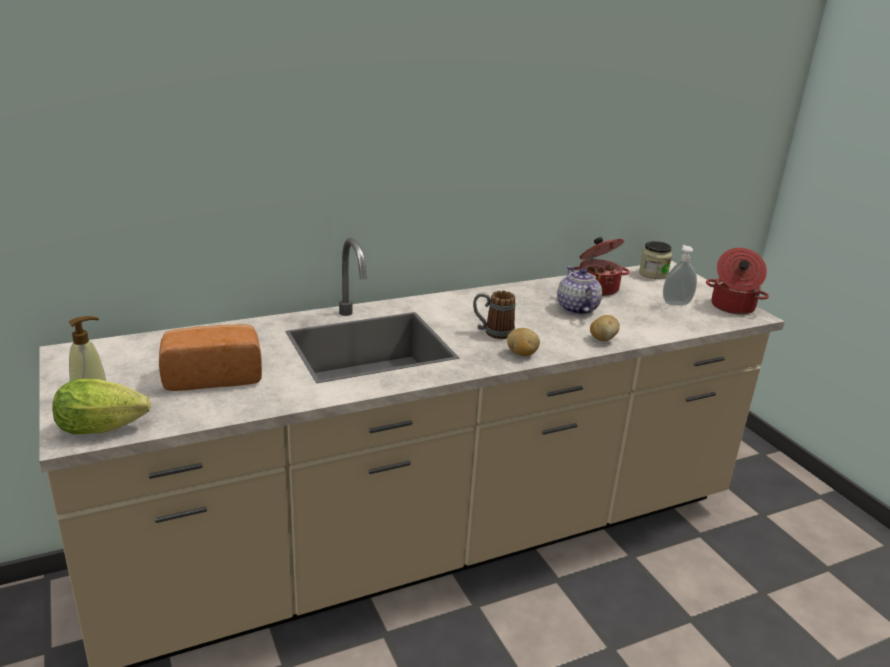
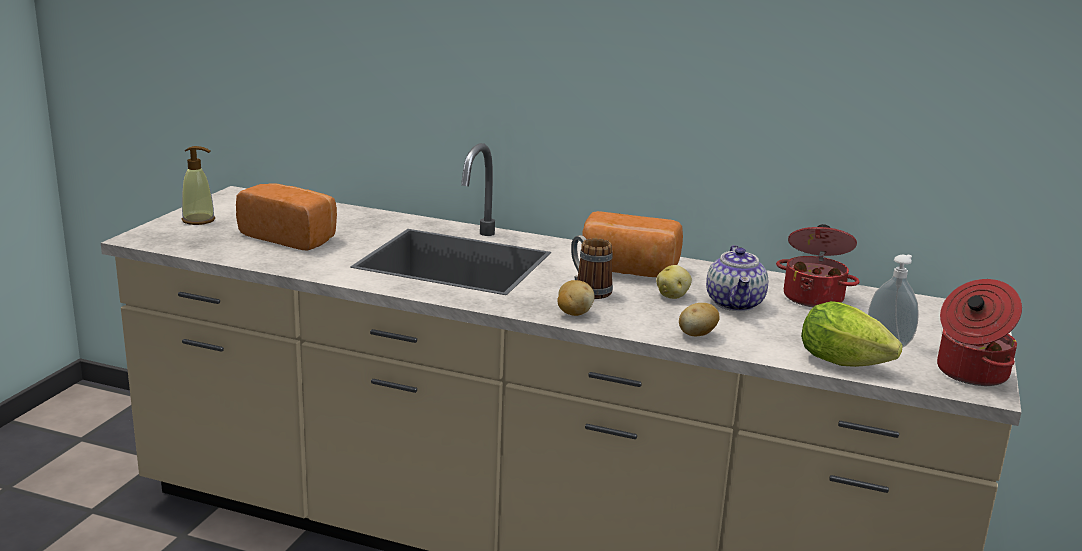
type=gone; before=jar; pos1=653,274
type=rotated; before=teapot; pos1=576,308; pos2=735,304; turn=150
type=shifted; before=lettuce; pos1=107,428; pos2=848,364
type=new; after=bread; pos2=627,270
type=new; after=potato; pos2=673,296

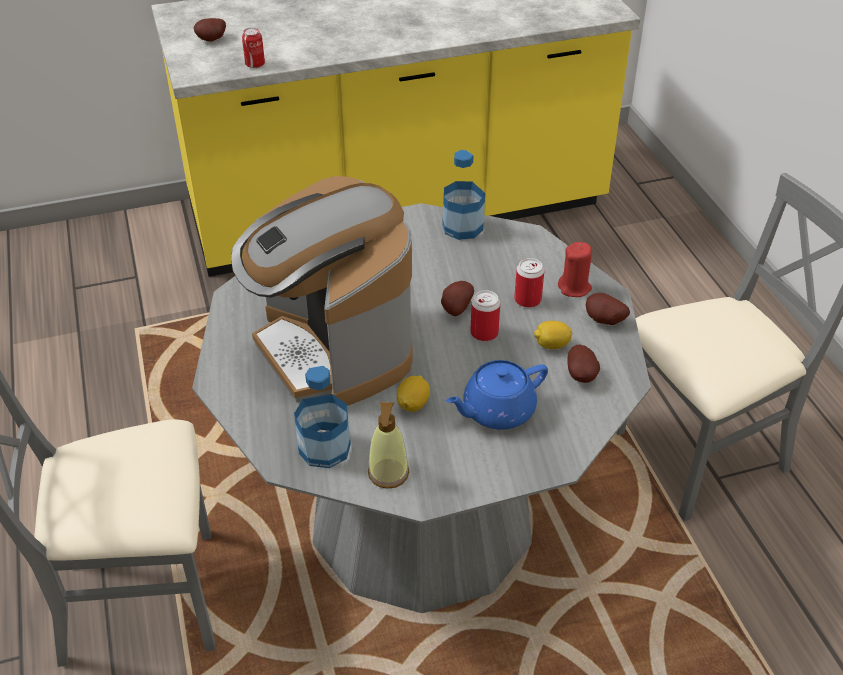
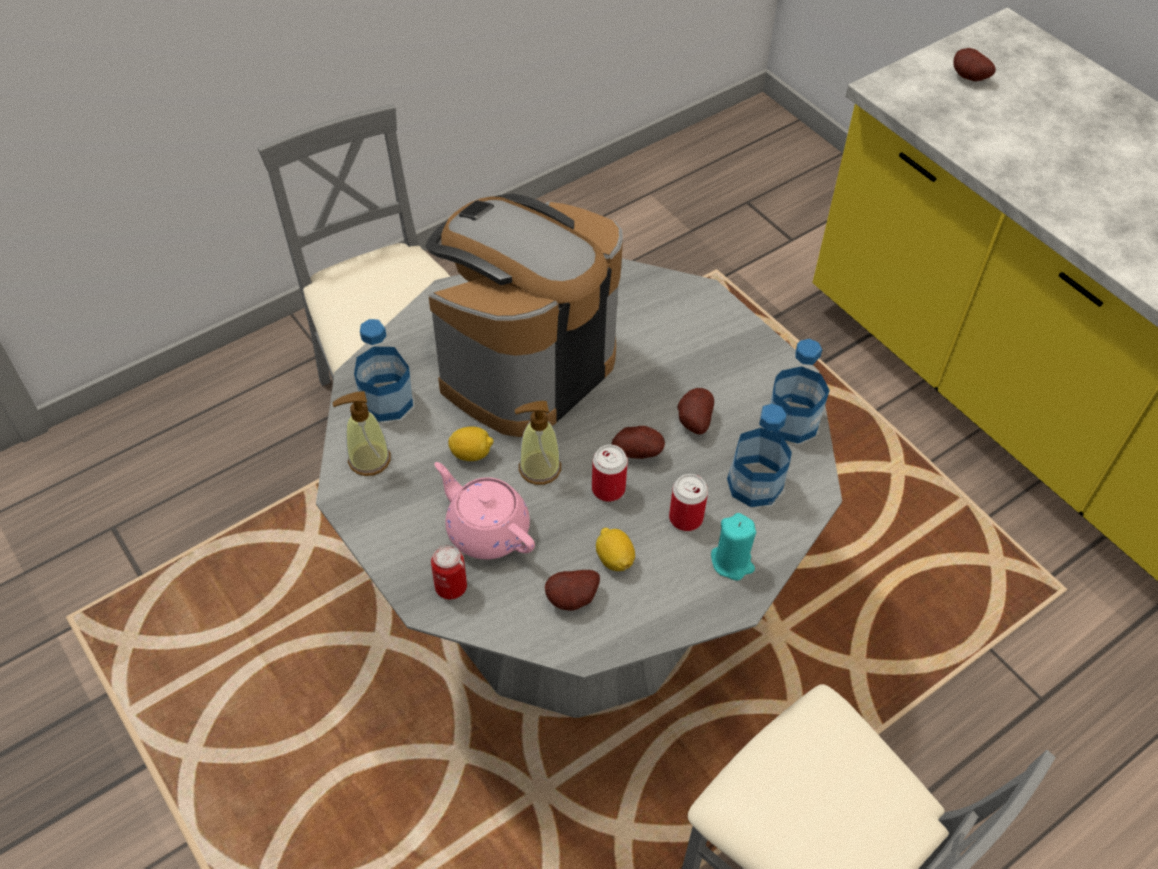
type=shifted; before=can; pos1=255,64; pos2=451,587
type=repainted; before=red candle; after=turquoise candle; pos1=574,288; pos2=732,562
type=shifted; before=potato; pos1=604,321; pos2=693,421
type=repainted; before=blue teapot; after=pink teapot; pos1=496,411; pos2=486,529
type=new; after=soap dispenser; pos2=539,468
type=new; after=bottle; pos2=754,484

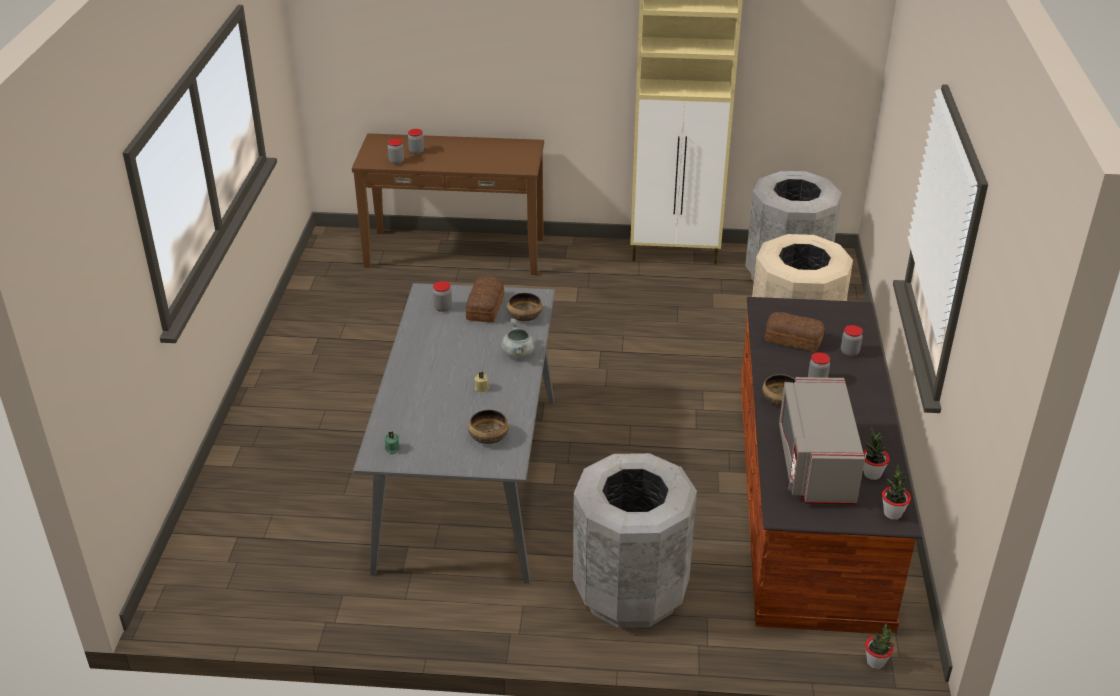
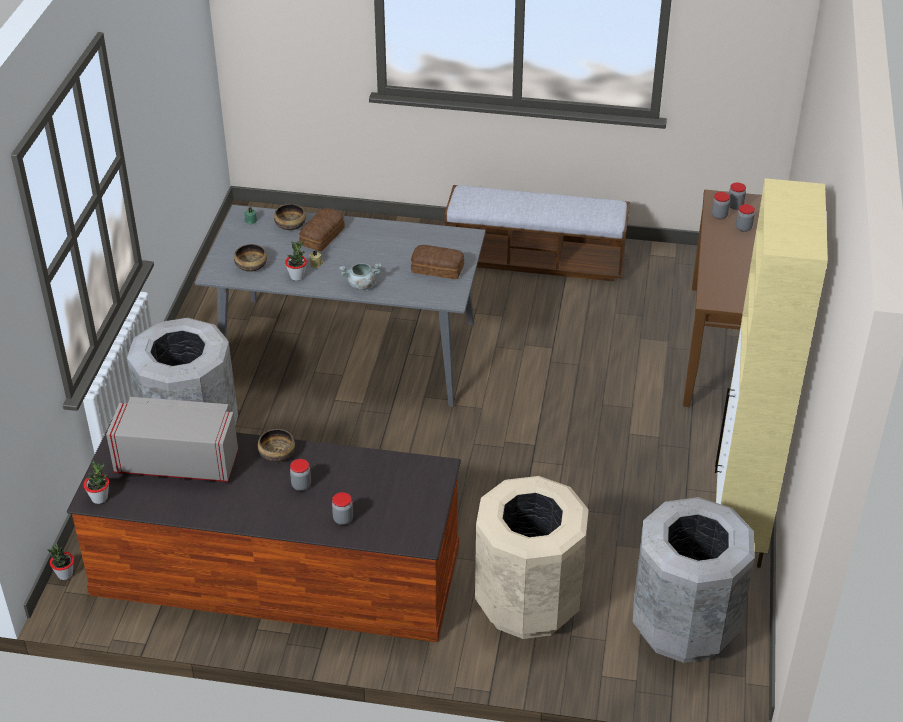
type=shifted; before=jar; pos1=443,307; pos2=735,206
type=shifted; before=bowl; pos1=524,316; pos2=290,225
type=shifted; before=bread; pos1=793,338; pos2=323,236
type=shifted; before=potted plant; pos1=872,474; pos2=297,276
type=new; after=bench; pos2=535,260

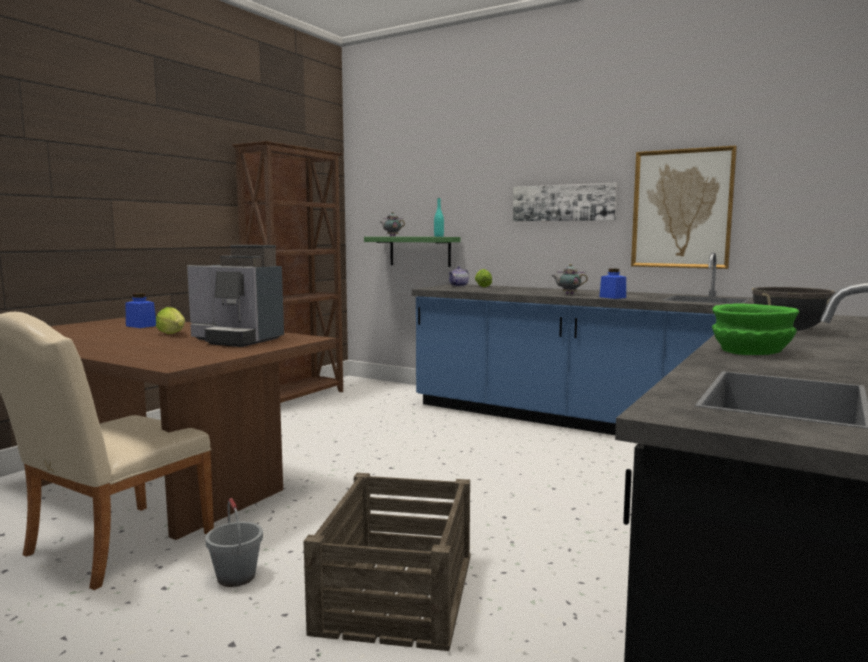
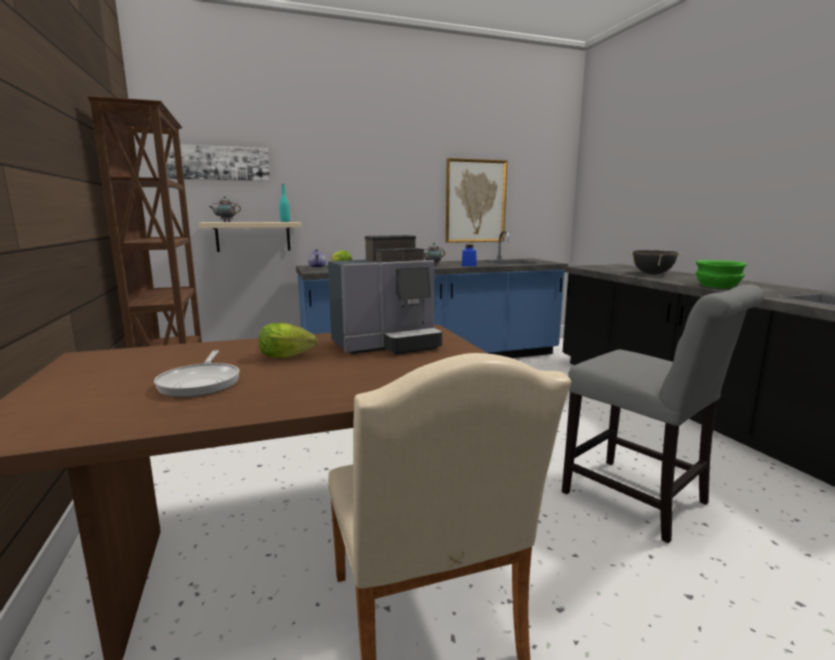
type=shifted; before=picture; pos1=563,203; pos2=218,163
type=repainted; before=green shelf; after=beige shelf; pos1=420,251; pos2=253,236
type=gone; before=blue jar; pos1=141,326
type=swapped; before=crate; after=grey chair; pos1=395,592; pos2=641,501
type=gone; before=grey bucket; pos1=236,577
type=new; after=frying pan; pos2=201,383

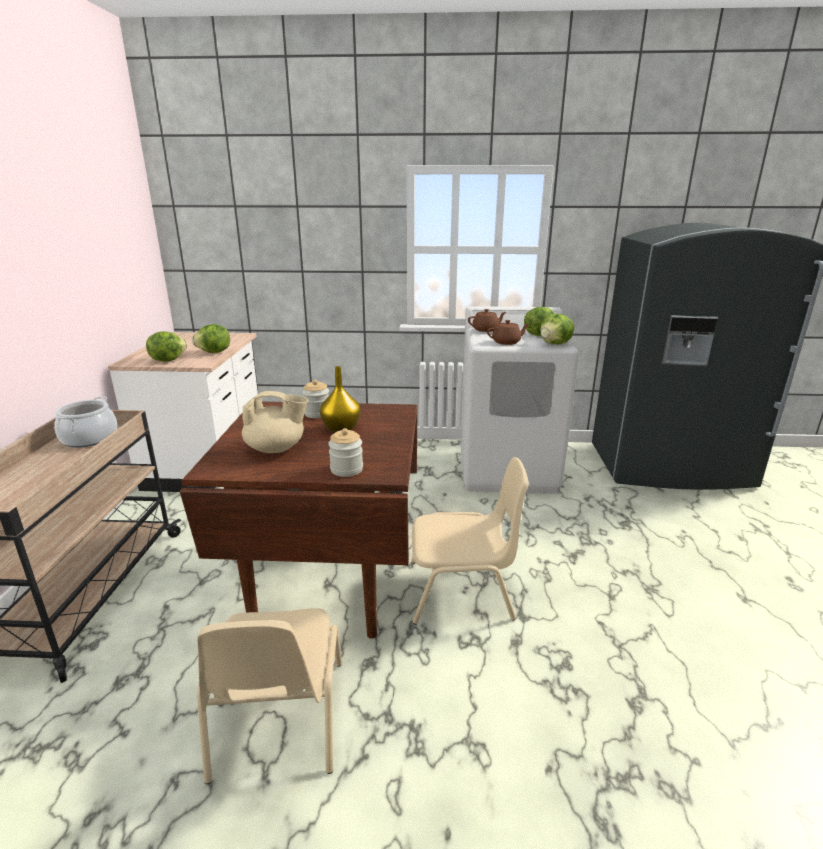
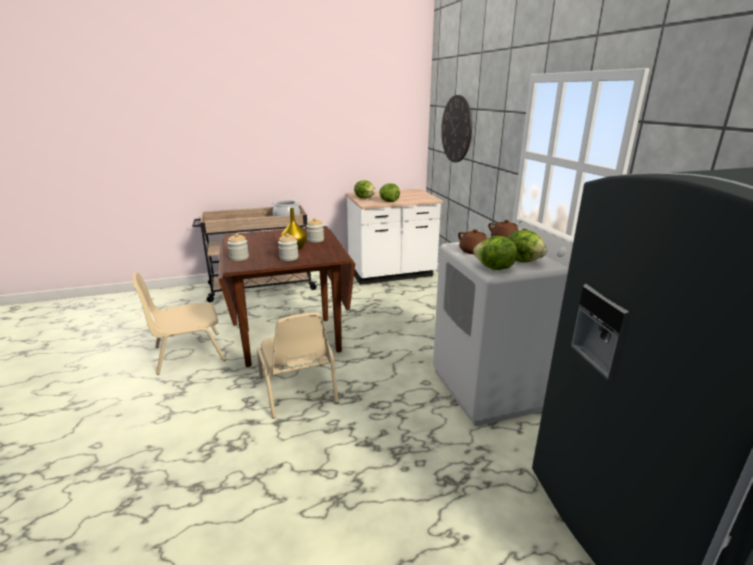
type=gone; before=beige teapot; pos1=276,448
type=new; after=wall clock; pos2=456,129
type=new; after=jar; pos2=289,258

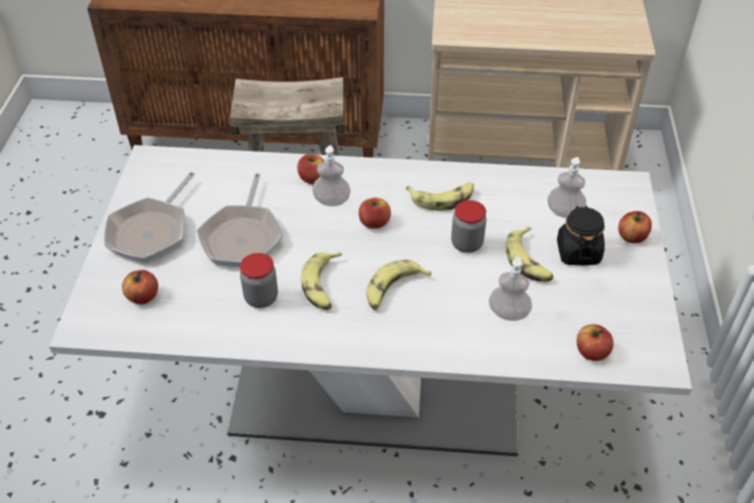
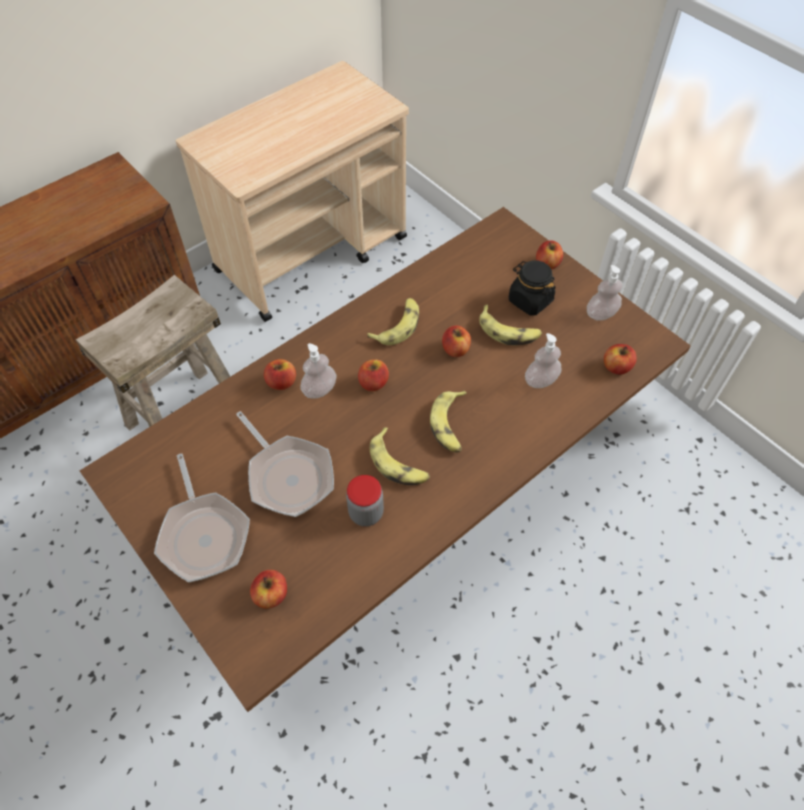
type=repainted; before=white dining table; after=brown dining table; pos1=377,389; pos2=402,508
type=shifted; before=soap dispenser; pos1=564,212; pos2=601,314
type=swapped; before=jar; after=apple; pos1=466,244; pos2=455,349

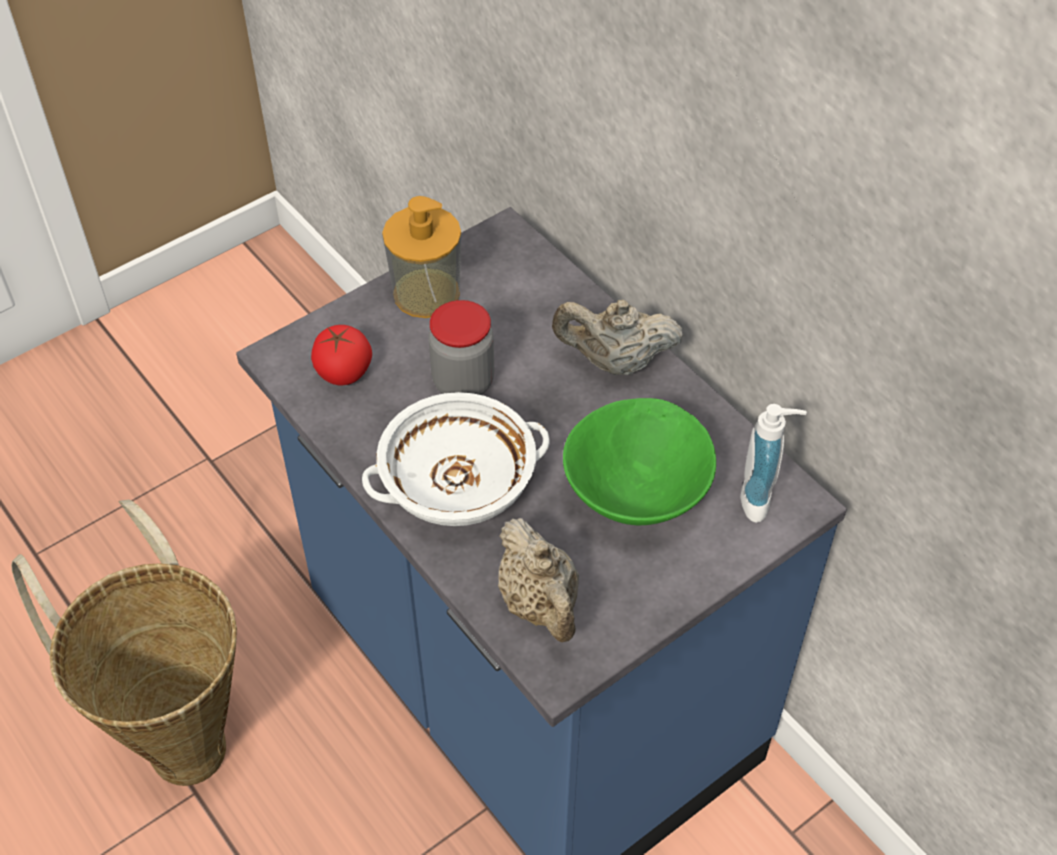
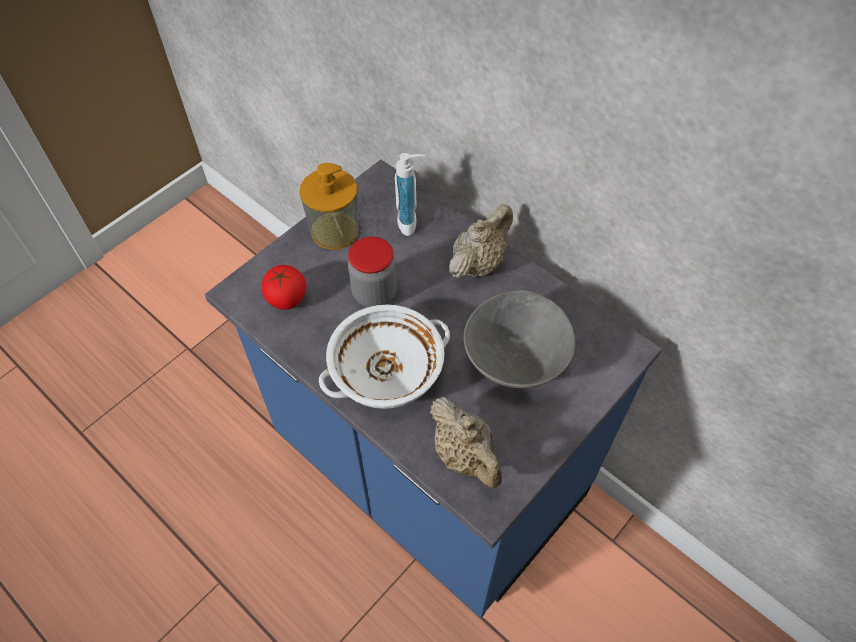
type=rotated; before=beige teapot; pos1=615,362; pos2=478,263; turn=135
type=repainted; before=green bowl; after=grey bowl; pos1=638,494; pos2=516,359
type=shifted; before=soap dispenser; pos1=762,499; pos2=411,221
type=gone; before=basket; pos1=181,737

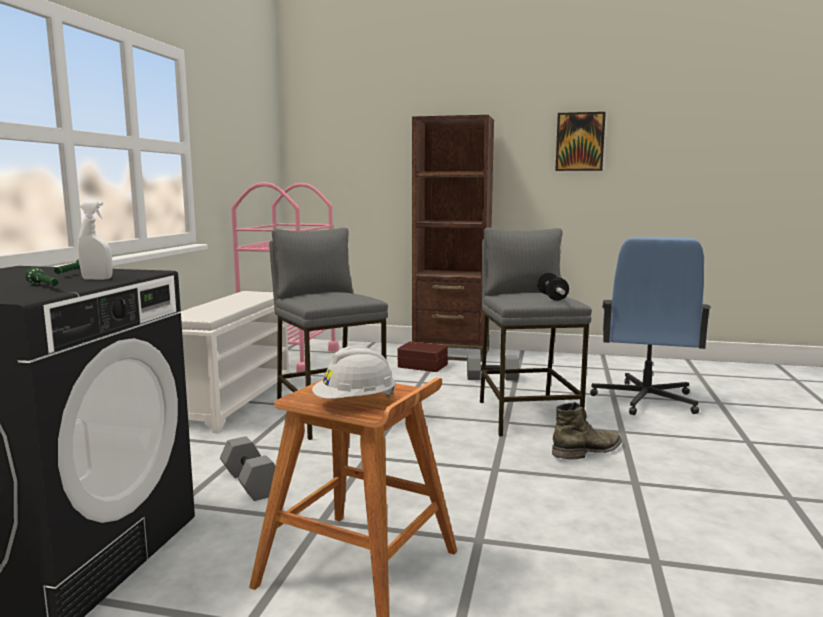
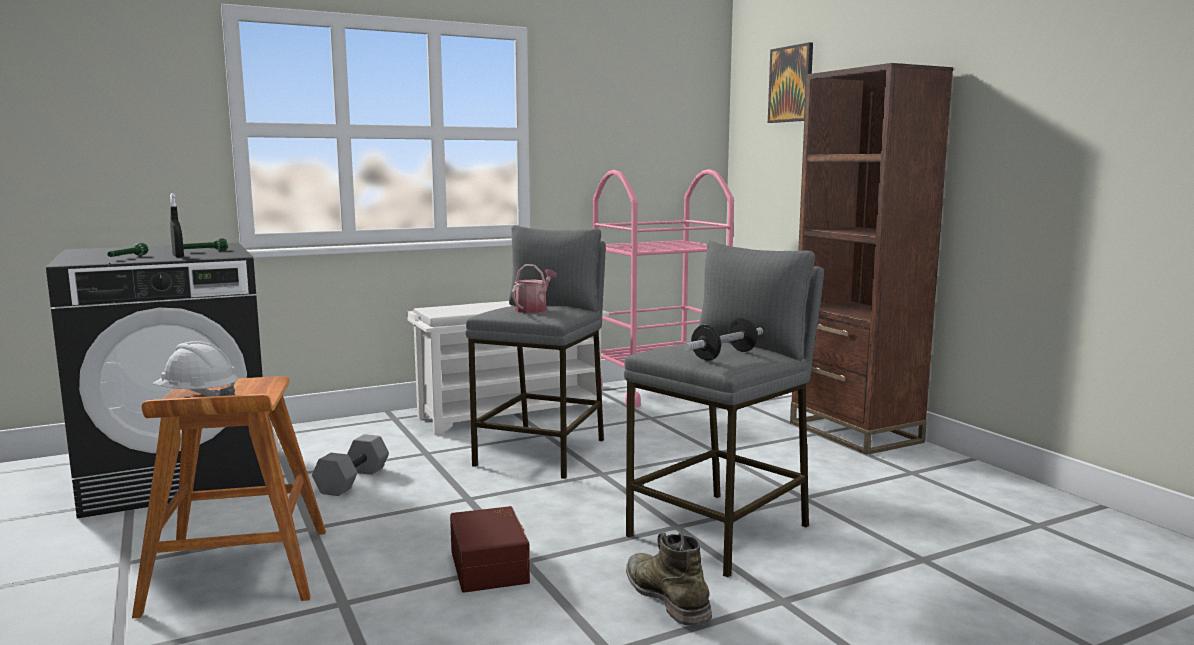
type=shifted; before=picture; pos1=580,141; pos2=791,84
type=repainted; before=white spray bottle; after=black spray bottle; pos1=97,279; pos2=178,256
type=gone; before=blue office chair; pos1=645,400
type=shifted; before=brown storage box; pos1=423,365; pos2=491,566
type=gone; before=grey dumbbell; pos1=492,378
type=rotated; before=green boot; pos1=588,451; pos2=666,596; turn=-135
type=new; after=watering can; pos2=533,309

